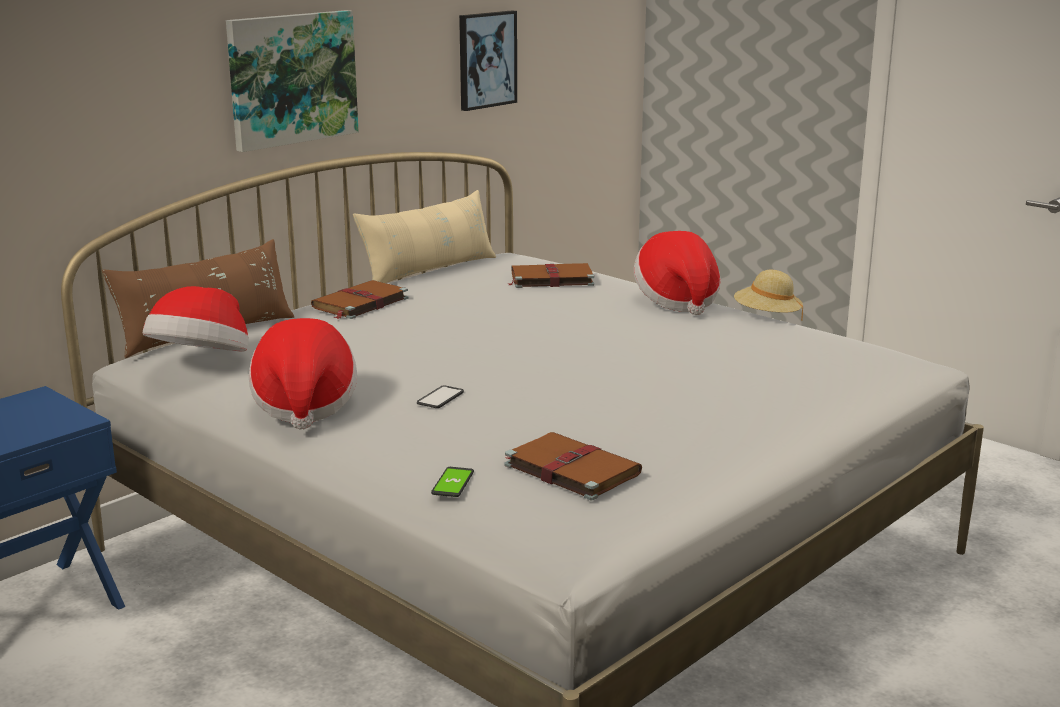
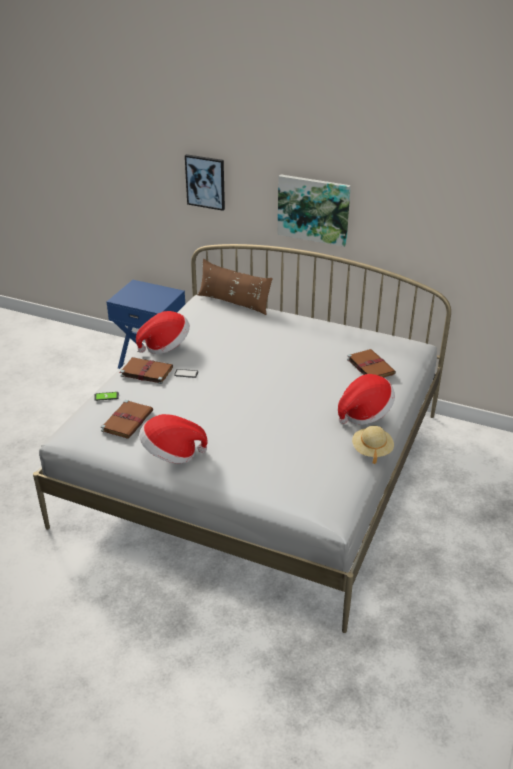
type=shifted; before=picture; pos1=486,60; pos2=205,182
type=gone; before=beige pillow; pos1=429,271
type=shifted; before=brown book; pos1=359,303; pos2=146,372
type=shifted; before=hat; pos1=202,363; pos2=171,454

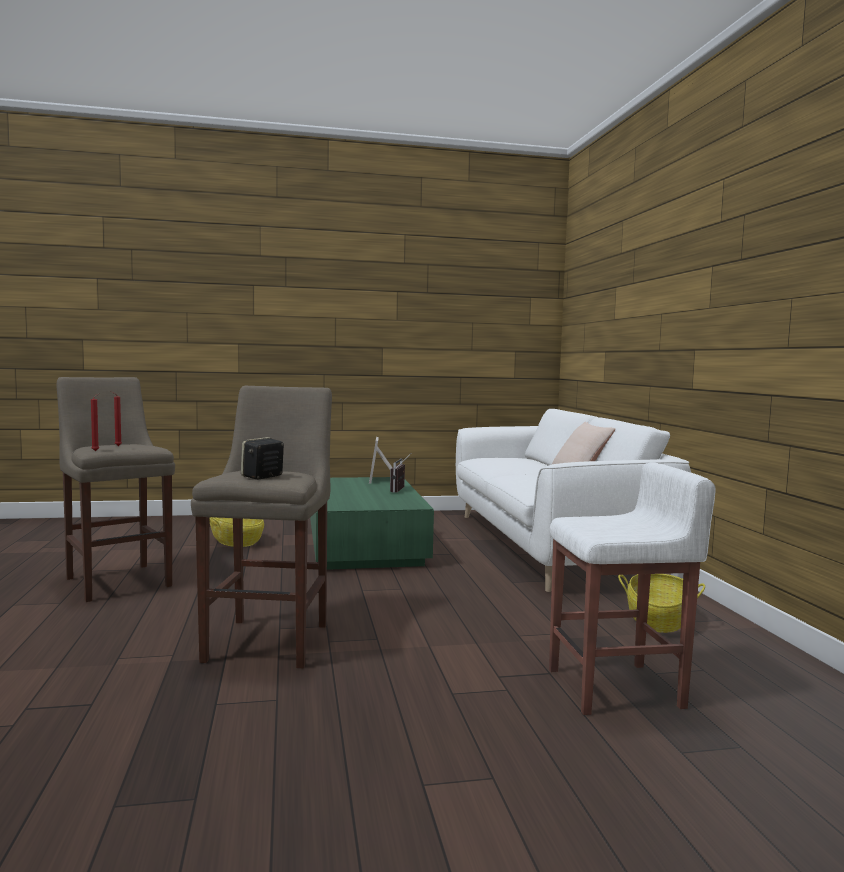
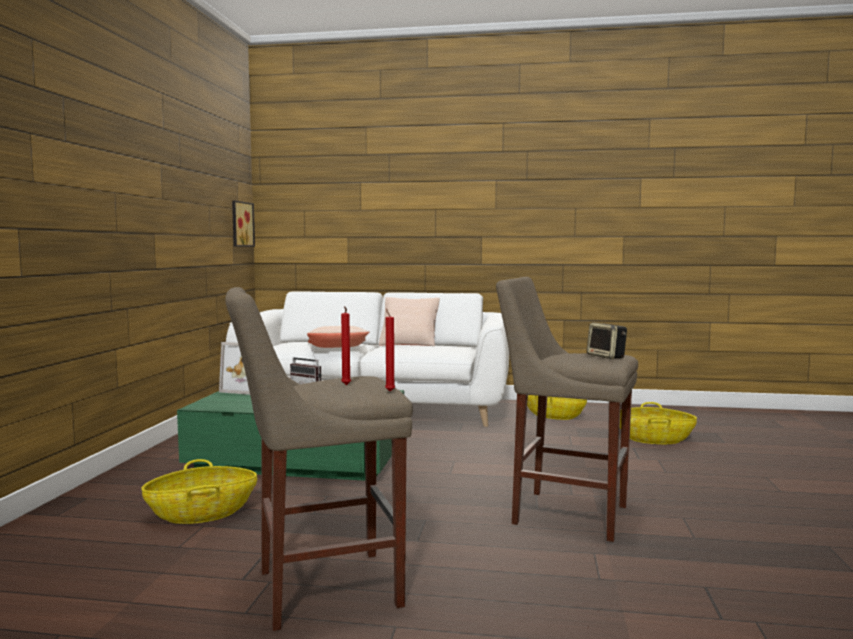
type=swapped; before=white stool; after=basket; pos1=617,688; pos2=654,439
type=new; after=picture; pos2=240,224
type=new; after=beige pillow; pos2=337,349

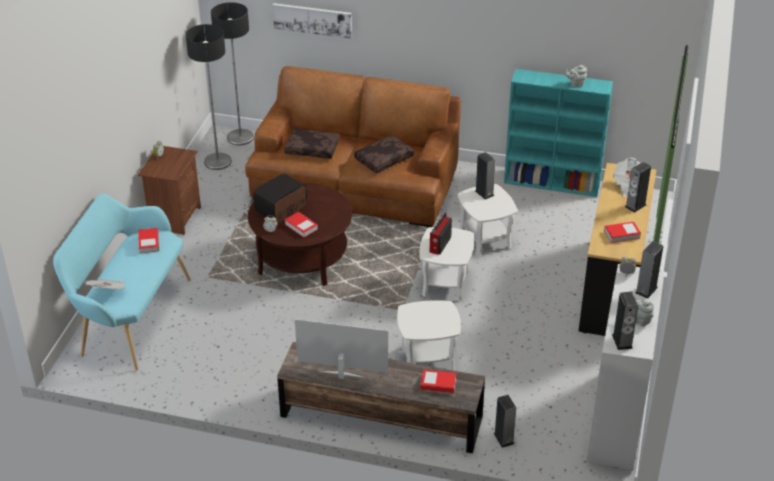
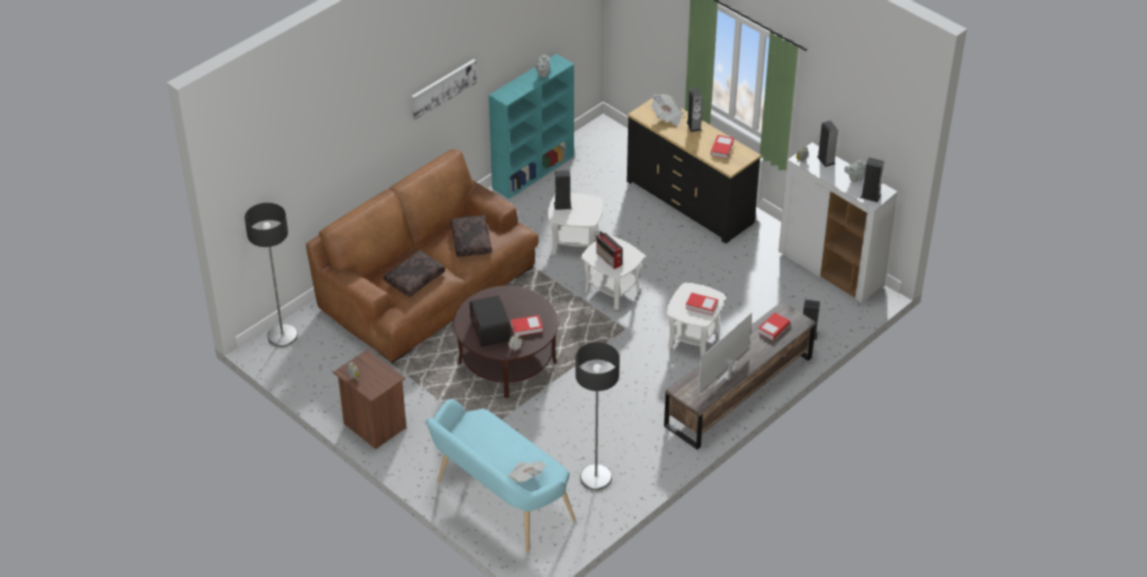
type=shifted; before=picture; pos1=312,20; pos2=443,88
type=shifted; before=floor lamp; pos1=218,162; pos2=595,477
type=shifted; before=book; pos1=149,243; pos2=701,306

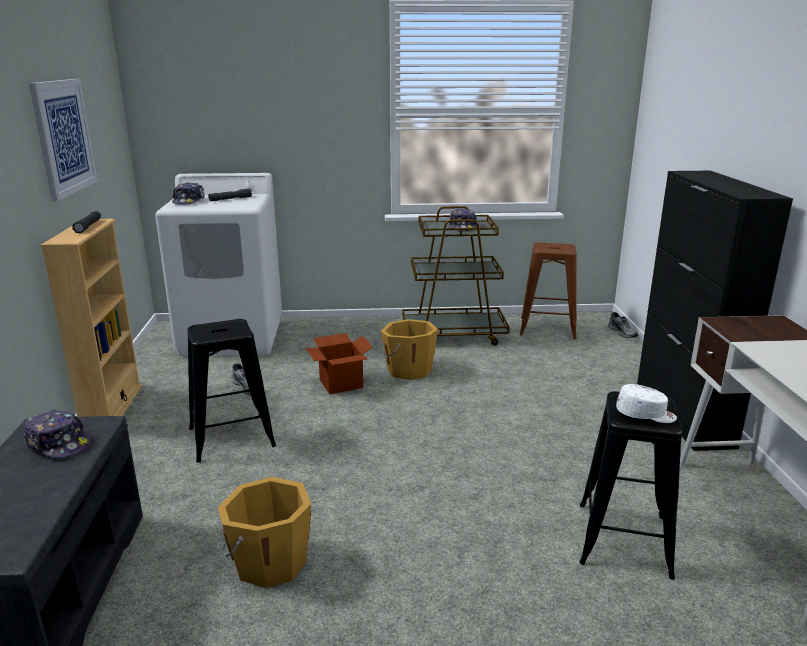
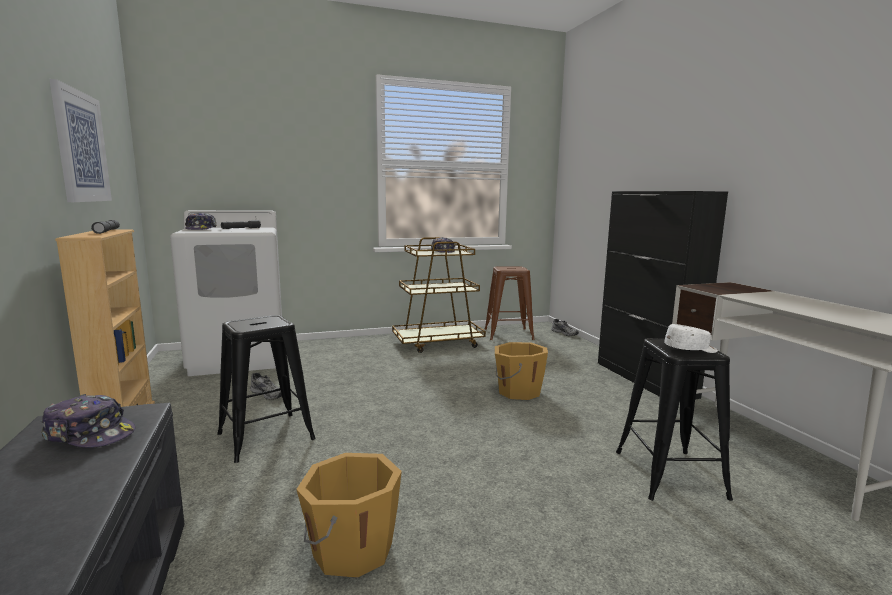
type=shifted; before=orange bucket; pos1=408,370; pos2=518,391
type=gone; before=cardboard box; pos1=341,383

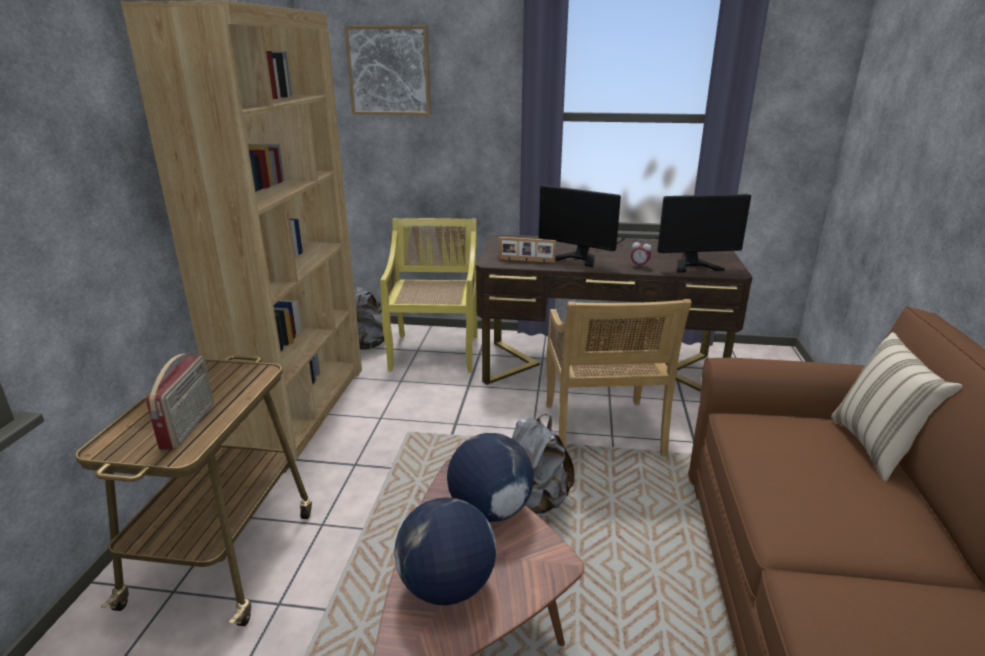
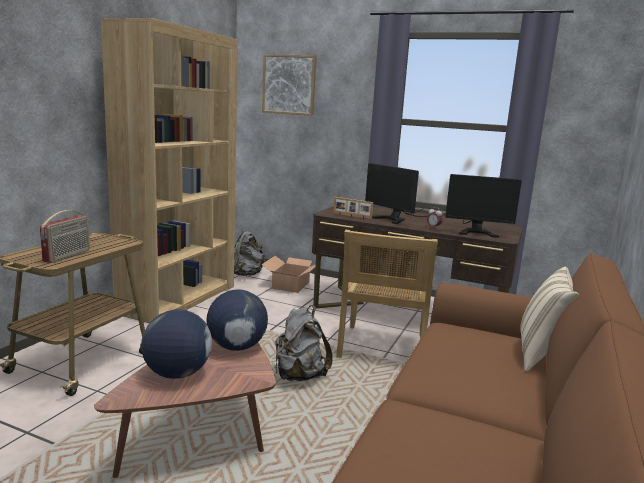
type=swapped; before=yellow chair; after=cardboard box; pos1=435,352; pos2=291,285

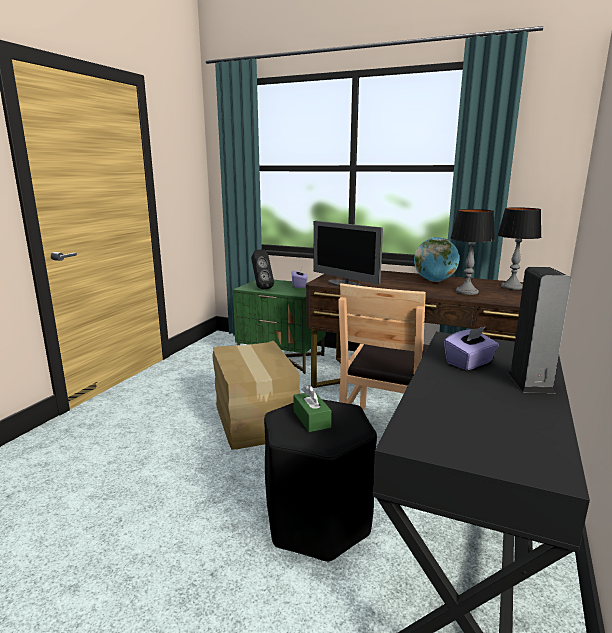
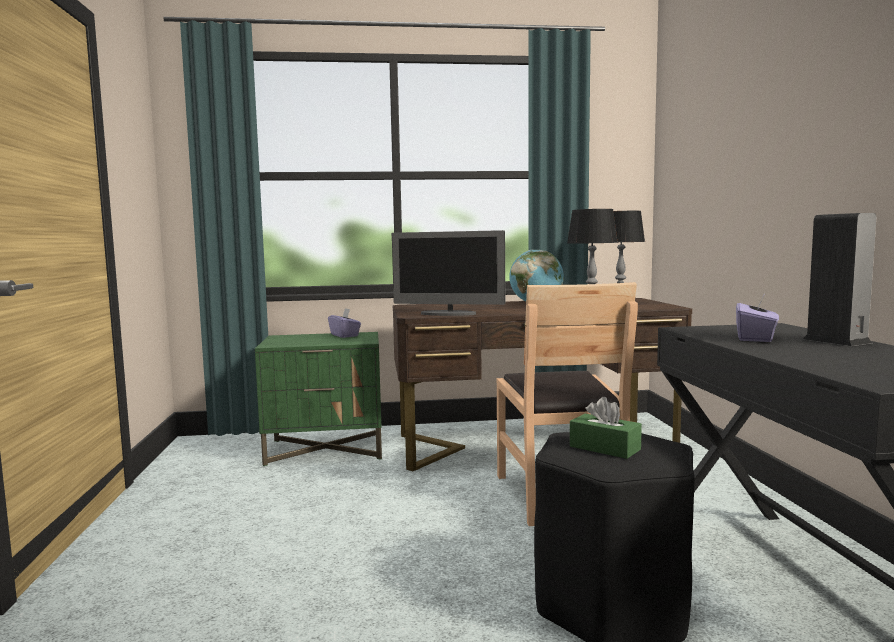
type=gone; before=black speaker; pos1=261,288
type=gone; before=cardboard box; pos1=254,419

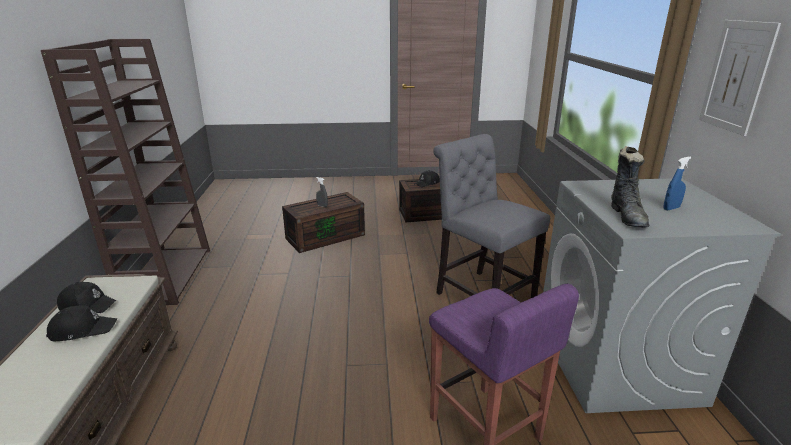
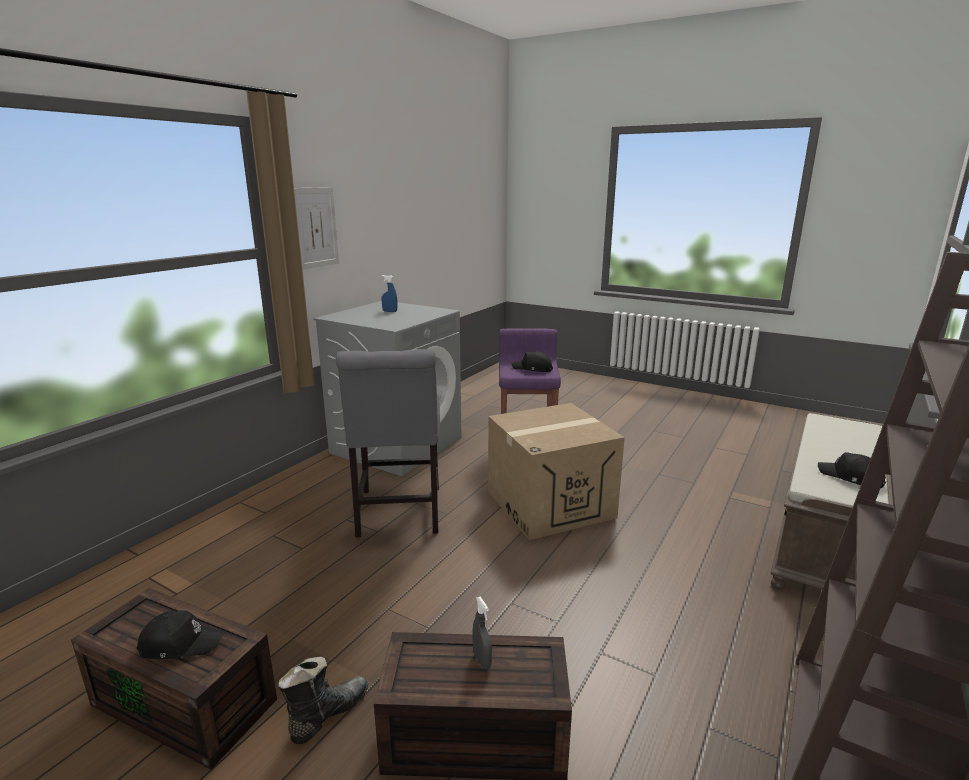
type=shifted; before=black boot; pos1=627,217; pos2=328,714
type=shifted; before=black cap; pos1=82,330; pos2=532,369
type=new; after=cardboard box; pos2=550,504

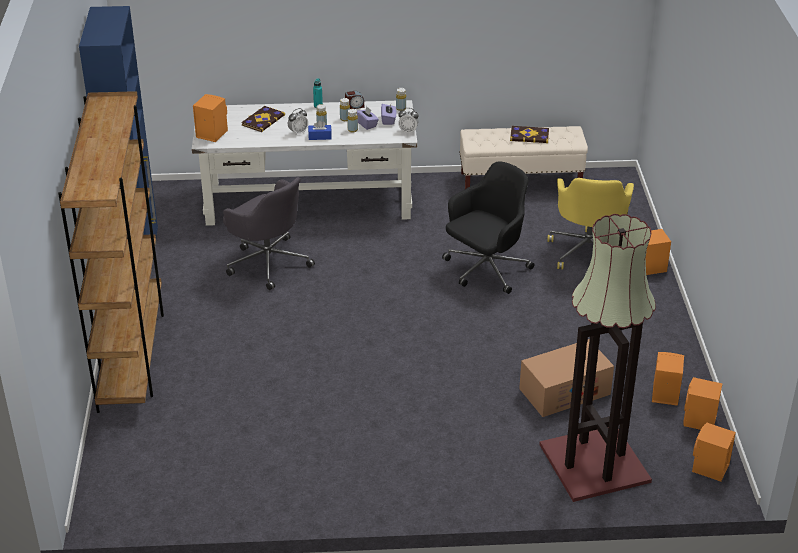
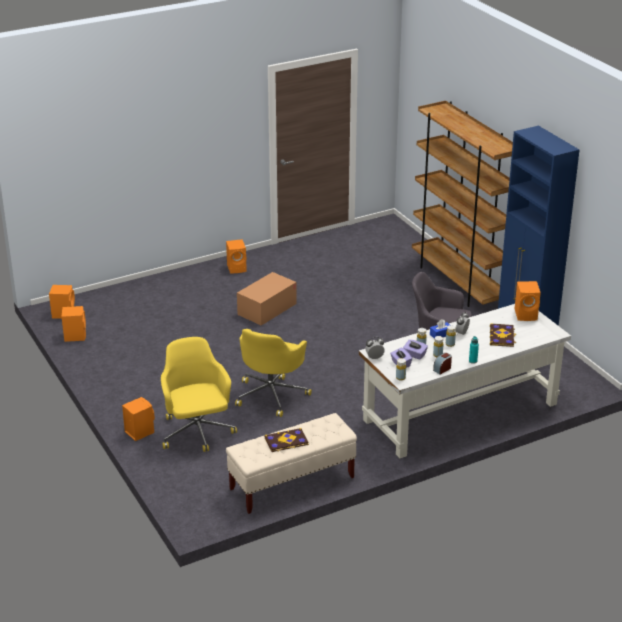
type=repainted; before=black office chair; after=yellow office chair; pos1=486,270; pos2=272,394
type=gone; before=floor lamp; pos1=596,464
type=shifted; before=cardboard box; pos1=564,391; pos2=267,309
type=shifted; before=orange speaker; pos1=664,394; pos2=237,268

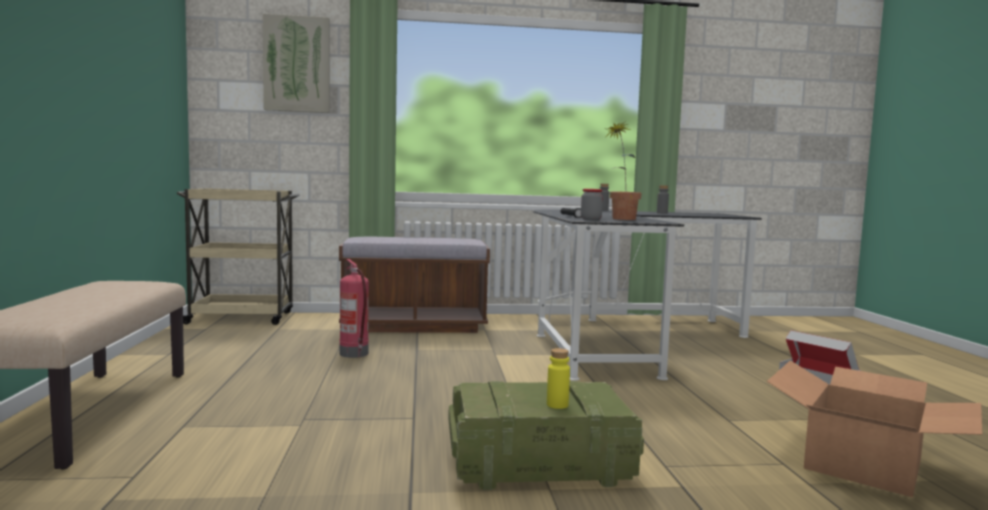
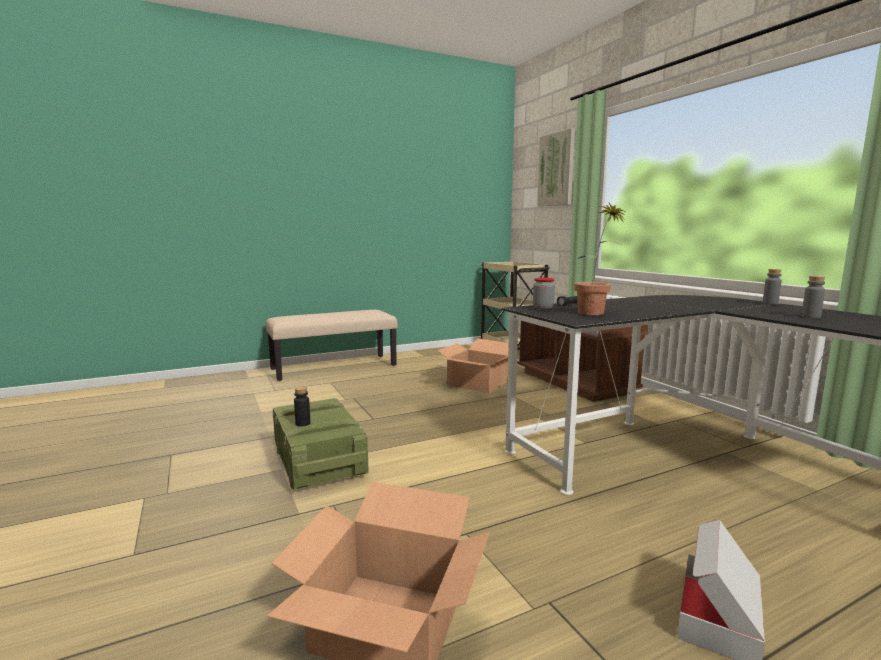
type=swapped; before=fire extinguisher; after=cardboard box; pos1=355,354; pos2=477,383
type=repainted; before=yellow bottle; after=black bottle; pos1=557,405; pos2=303,423

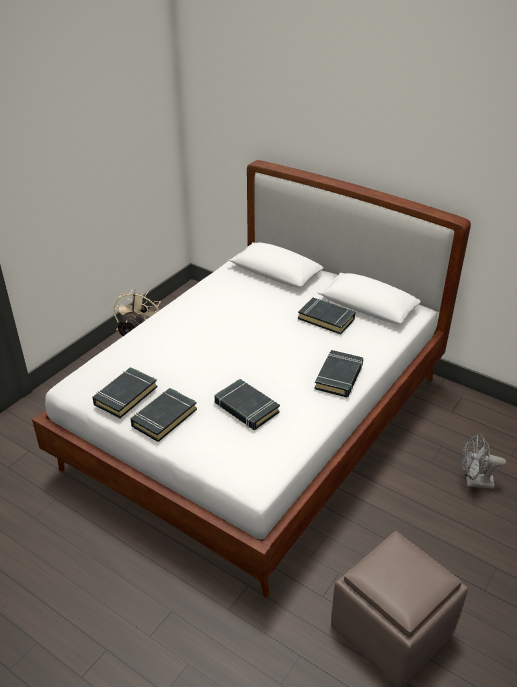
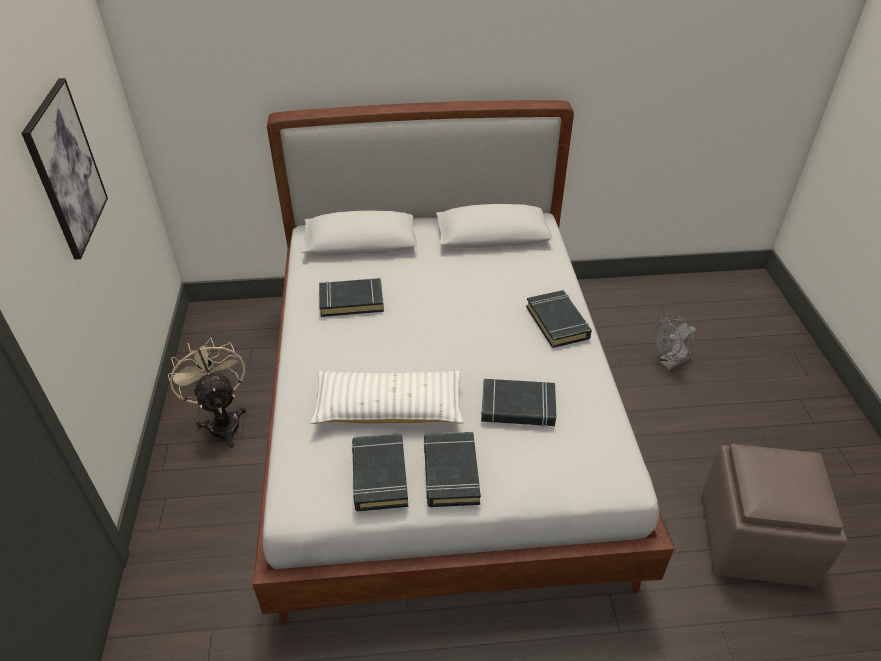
type=shifted; before=black book; pos1=326,319; pos2=351,301
type=new; after=picture; pos2=66,169
type=new; after=white pillow; pos2=389,408

